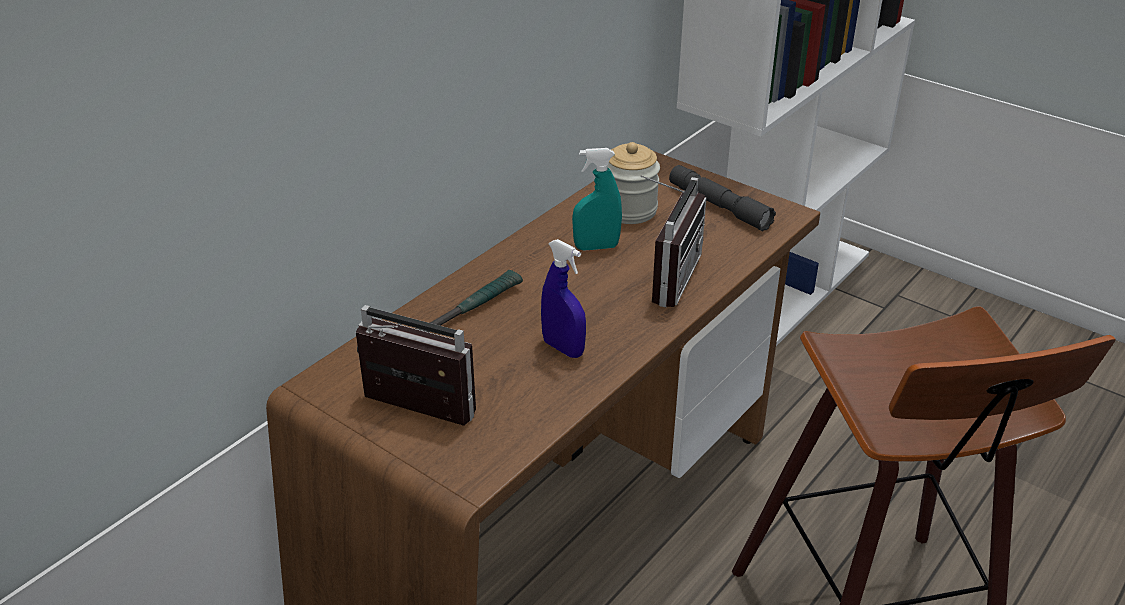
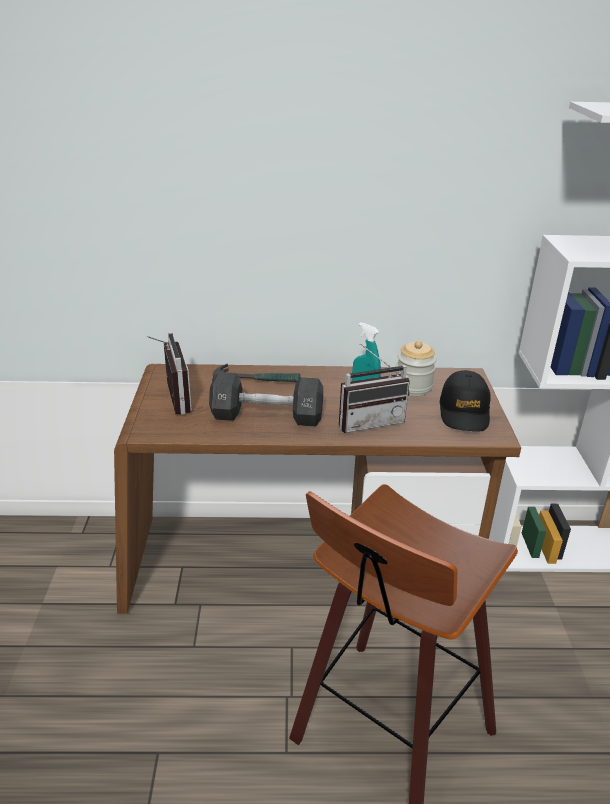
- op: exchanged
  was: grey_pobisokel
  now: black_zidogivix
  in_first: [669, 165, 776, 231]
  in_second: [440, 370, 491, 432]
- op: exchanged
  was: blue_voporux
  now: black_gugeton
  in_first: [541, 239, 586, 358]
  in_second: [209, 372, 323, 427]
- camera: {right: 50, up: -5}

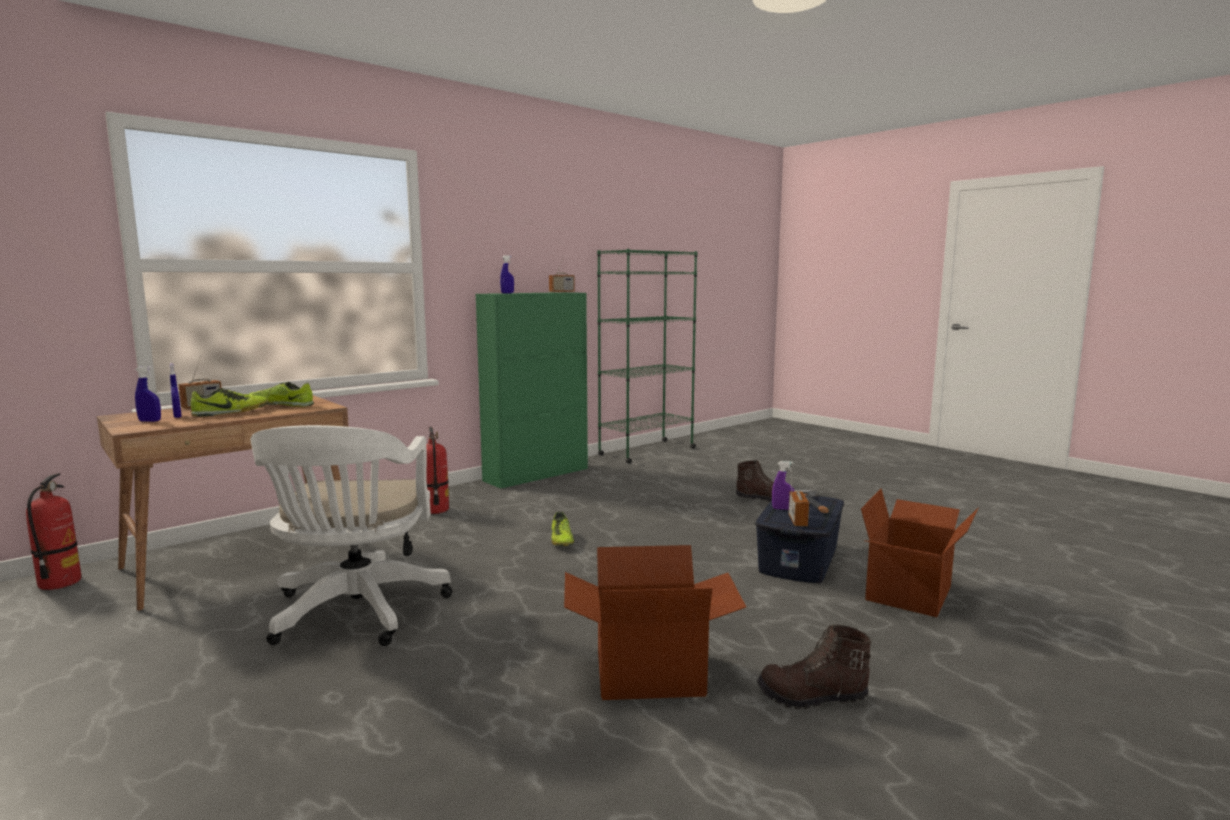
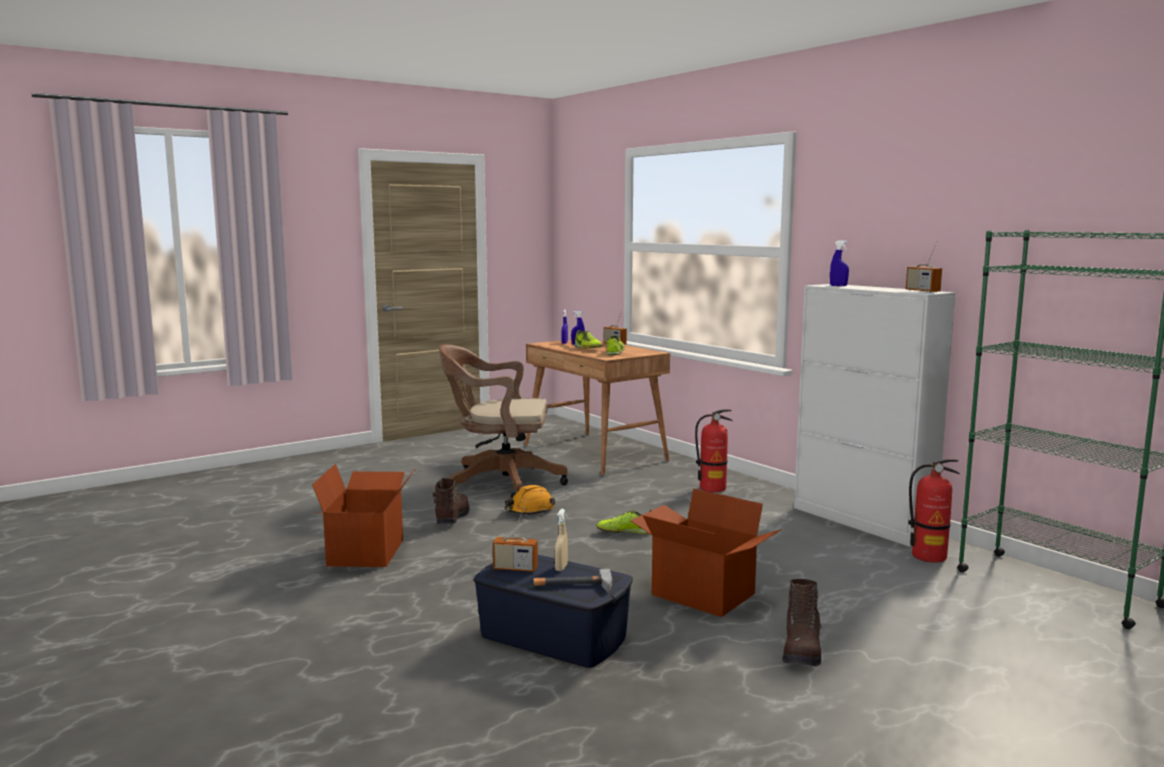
- op: colour
  was: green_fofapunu
  now: white_fofapunu
  in_first: [476, 292, 588, 489]
  in_second: [794, 284, 955, 547]
- op: colour
  was: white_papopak
  now: brown_papopak
  in_first: [250, 425, 453, 646]
  in_second: [439, 344, 568, 498]
- op: colour
  was: purple_voporux
  now: beige_voporux
  in_first: [772, 461, 794, 510]
  in_second: [555, 509, 568, 571]
- op: relocated
  was: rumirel
  in_first: [26, 473, 81, 590]
  in_second: [908, 459, 960, 563]
- op: relocated
  was: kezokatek
  in_first: [861, 488, 979, 617]
  in_second: [630, 488, 782, 617]
- op: relocated
  was: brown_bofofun
  in_first: [757, 625, 872, 709]
  in_second: [433, 478, 470, 524]
- op: appeared
  now: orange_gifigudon
  in_second: [505, 485, 556, 514]
- camera: {right: 95, up: 0}

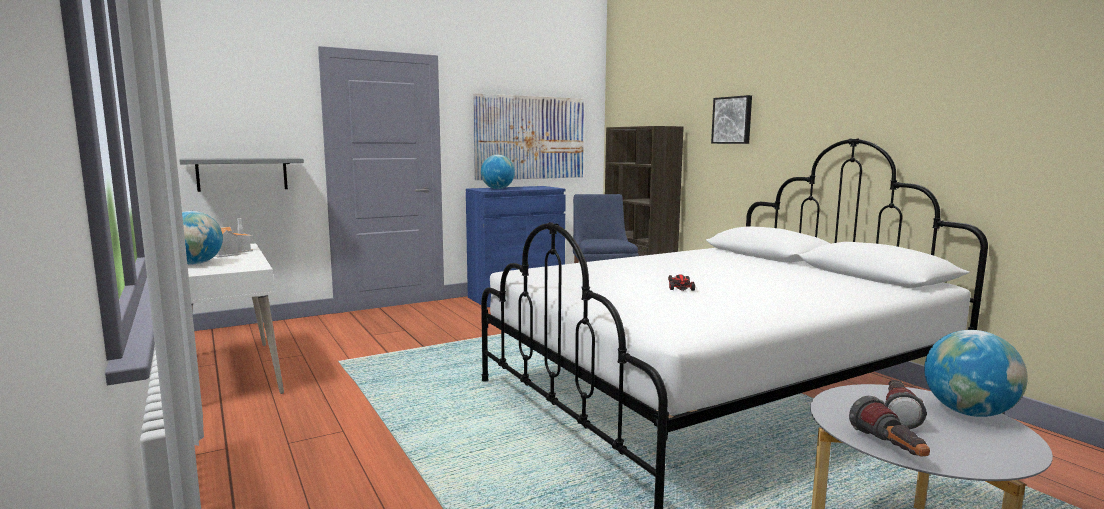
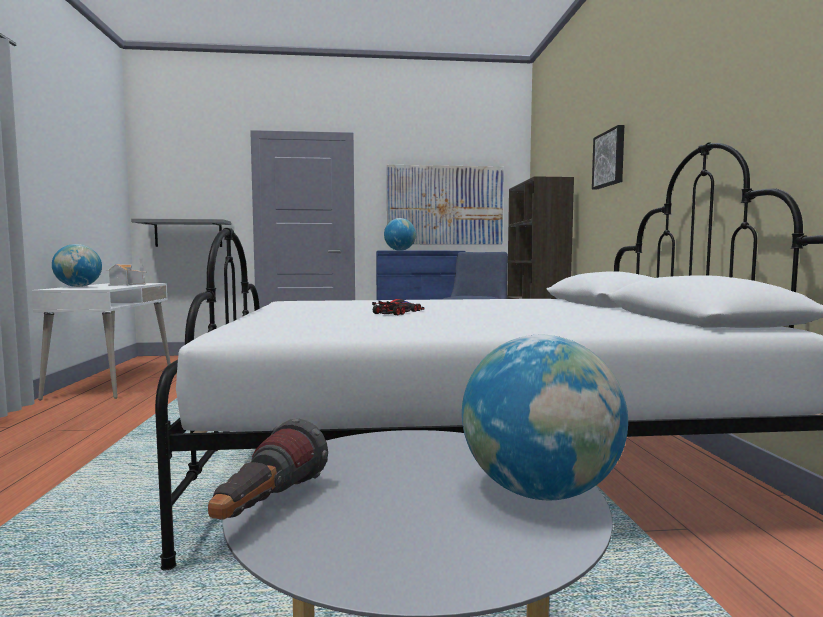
- op: missing
  was: pobisokel
  in_first: [885, 380, 927, 429]
- camera: {right: 25, up: -5}

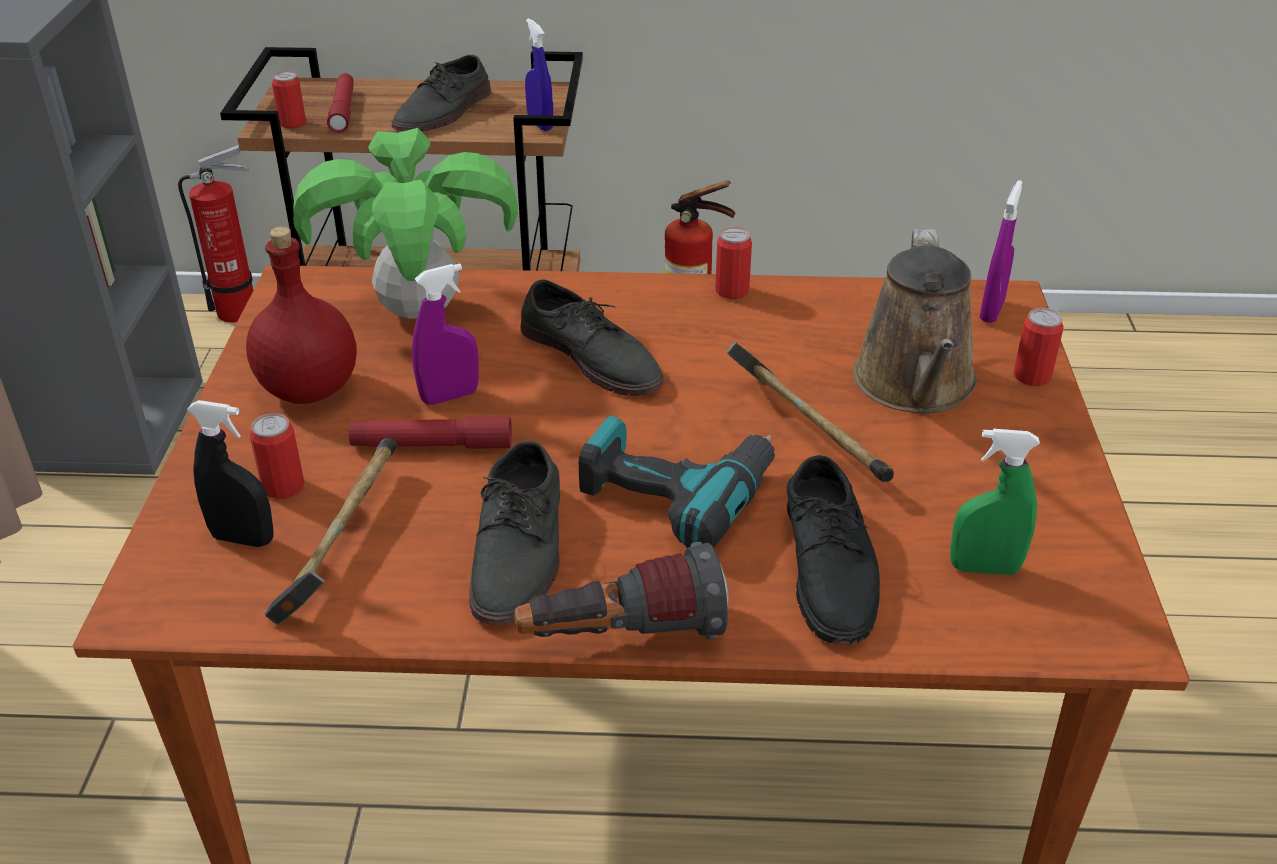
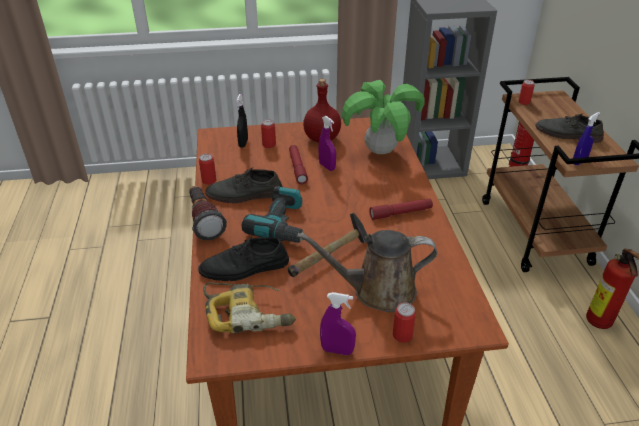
- op: relocated
  was: red_pobisokel
  in_first: [327, 73, 354, 133]
  in_second: [369, 198, 433, 220]
- op: relocated
  was: purple_voporux
  in_first: [980, 180, 1023, 323]
  in_second: [320, 292, 356, 355]
- op: relocated
  was: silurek
  in_first: [715, 227, 752, 299]
  in_second: [199, 153, 217, 185]
- op: missing
  was: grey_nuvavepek
  in_first: [521, 279, 663, 396]
- op: exchanged
  was: green_voporux
  now: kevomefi
  in_first: [950, 429, 1040, 575]
  in_second: [203, 282, 296, 333]
- op: missing
  was: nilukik
  in_first: [264, 438, 397, 625]
- camera: {right: 80, up: 0}

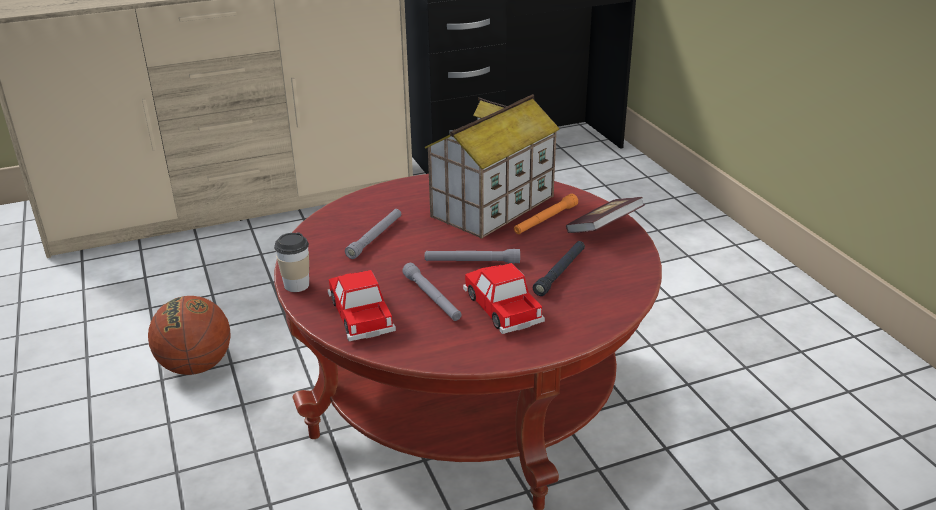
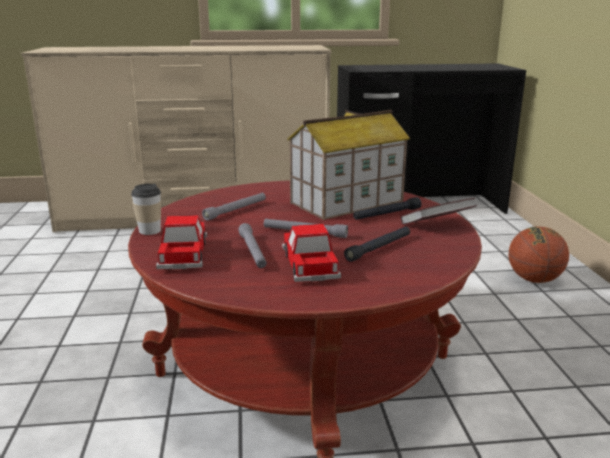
- op: colour
  was: orange_pobisokel
  now: black_pobisokel
  in_first: [514, 194, 578, 234]
  in_second: [353, 197, 421, 220]
- op: relocated
  was: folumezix
  in_first: [148, 296, 231, 375]
  in_second: [509, 226, 569, 283]
- camera: {right: 15, up: -10}

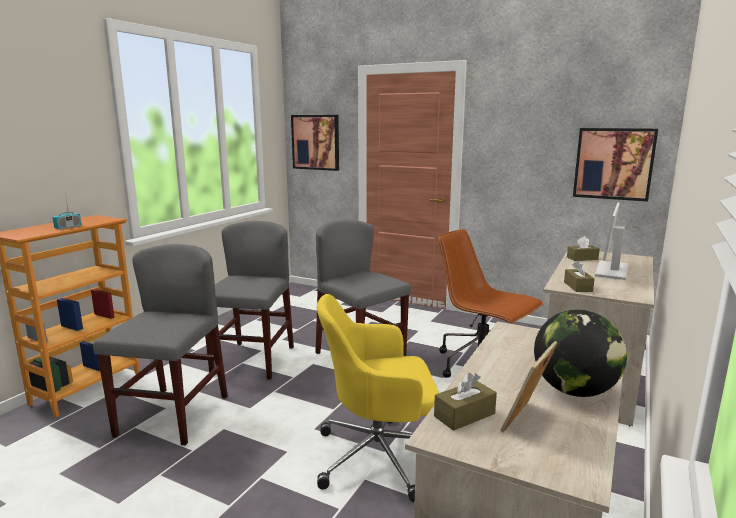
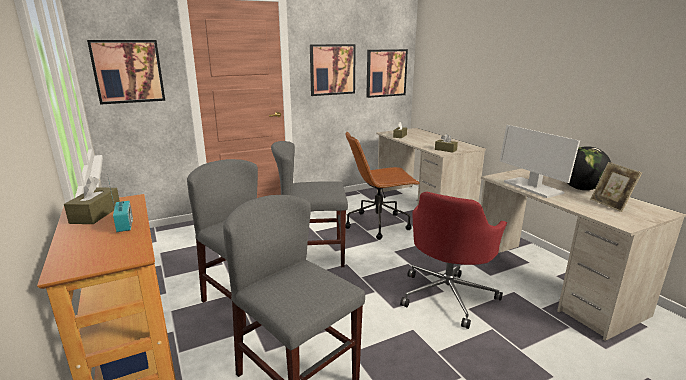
- op: relocated
  was: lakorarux
  in_first: [595, 202, 628, 280]
  in_second: [500, 125, 580, 198]
- op: colour
  was: yellow_papopak
  now: red_papopak
  in_first: [317, 294, 439, 502]
  in_second: [400, 192, 507, 329]
- op: relocated
  was: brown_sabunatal
  in_first: [434, 373, 497, 431]
  in_second: [64, 176, 120, 224]
- op: appeared
  now: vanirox
  in_second: [310, 44, 356, 96]
- camera: {right: -55, up: 5}

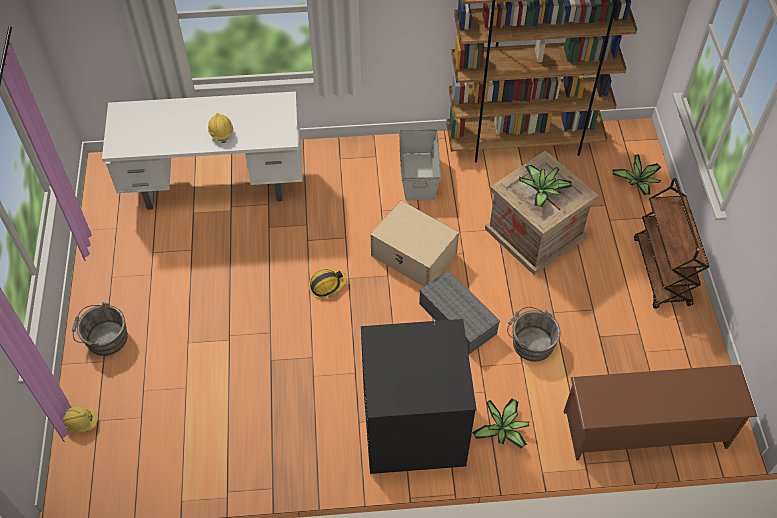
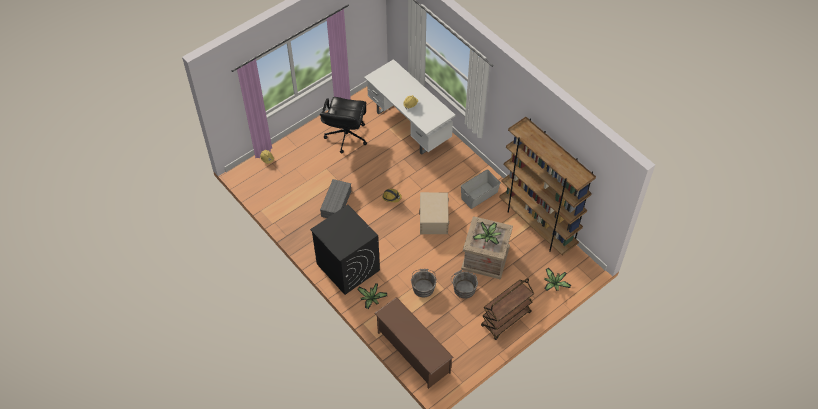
- op: relocated
  was: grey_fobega
  in_first: [419, 270, 500, 355]
  in_second: [320, 179, 351, 218]
- op: relocated
  was: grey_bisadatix
  in_first: [72, 302, 128, 356]
  in_second: [451, 269, 478, 299]
- op: appeared
  now: black_papopak
  in_second: [320, 97, 367, 154]
- camera: {right: 55, up: 0}

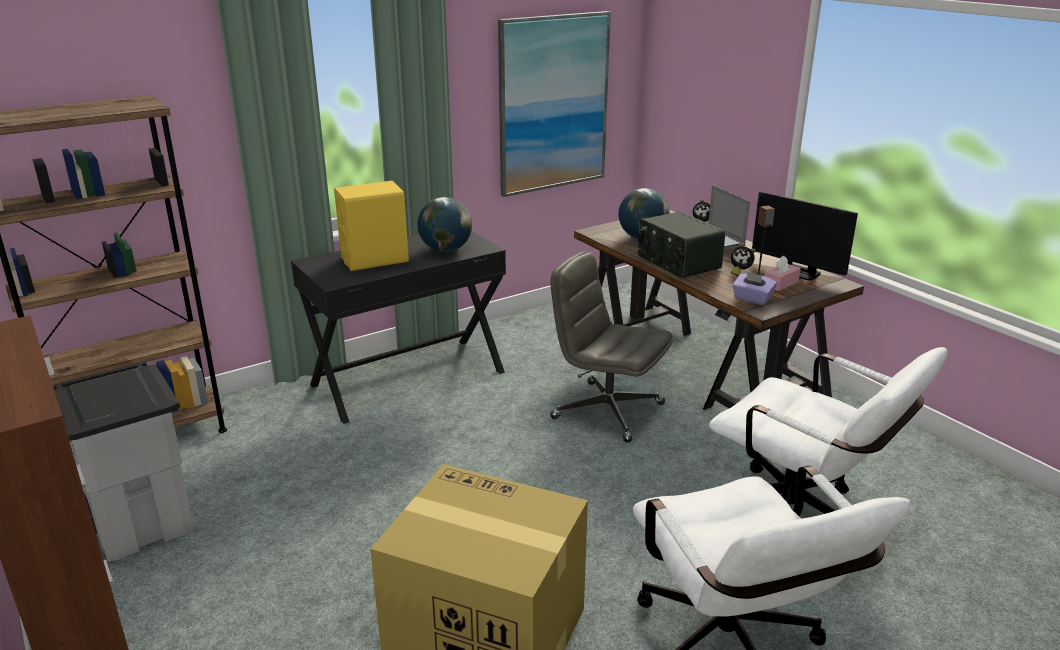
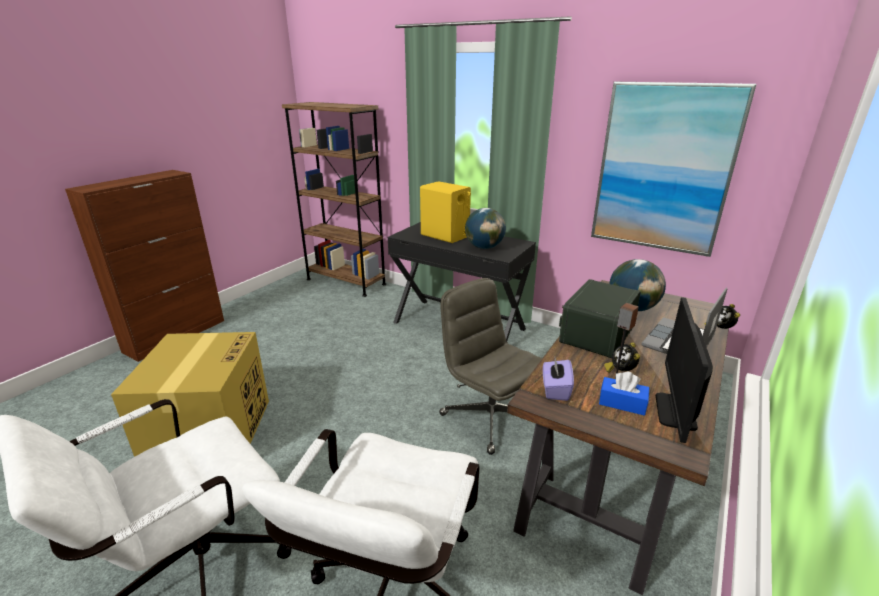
- op: spun
  was: grey_papopak
  in_first: [550, 251, 673, 442]
  in_second: [439, 278, 542, 455]
  clockwise: -45
- op: colour
  was: pink_sabunatal
  now: blue_sabunatal
  in_first: [764, 256, 801, 291]
  in_second: [599, 372, 650, 416]
- op: missing
  was: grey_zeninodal
  in_first: [53, 361, 194, 562]
- camera: {right: 65, up: 0}

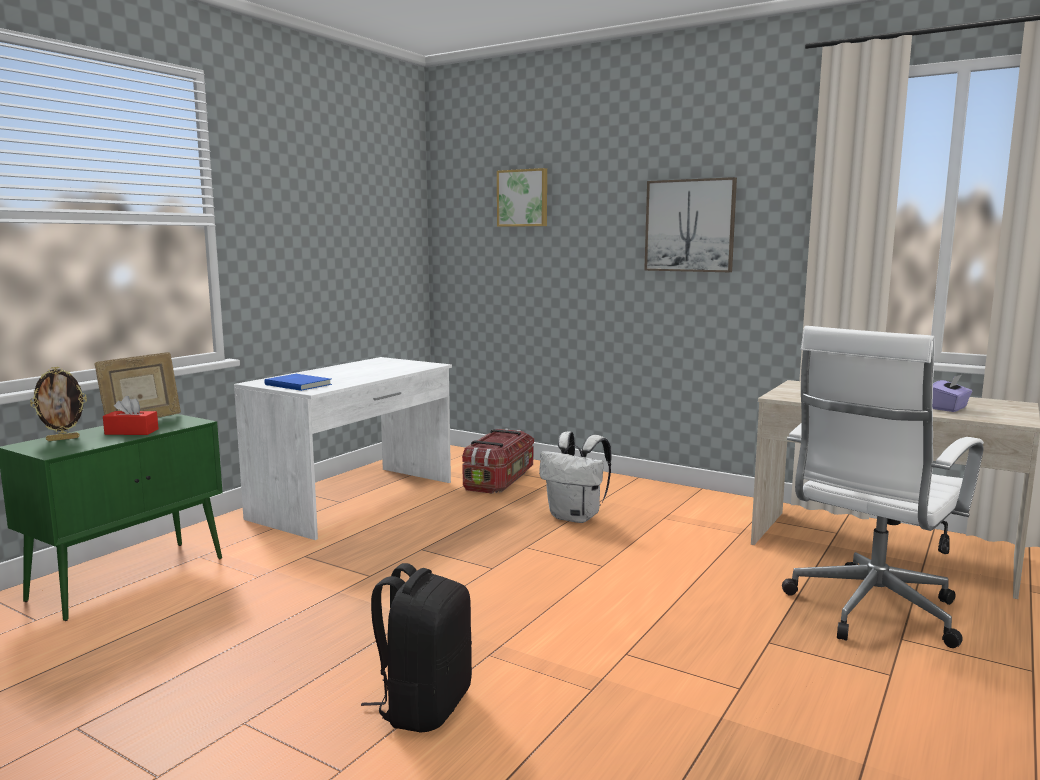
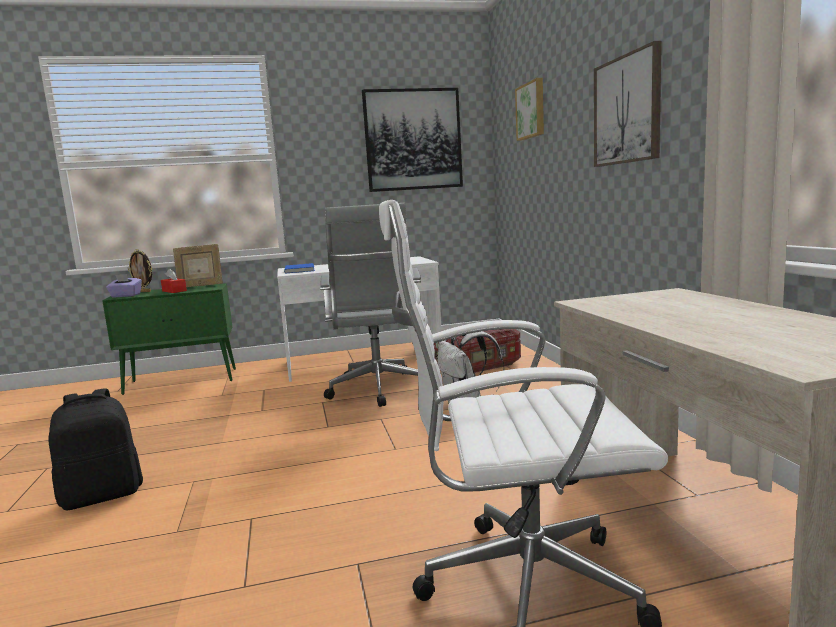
- op: relocated
  was: purple_sabunatal
  in_first: [932, 375, 972, 412]
  in_second: [106, 274, 142, 297]
- op: appeared
  now: vanirox
  in_second: [362, 88, 463, 192]
- op: appeared
  now: grey_papopak
  in_second: [320, 203, 421, 407]
- camera: {right: 45, up: 0}

